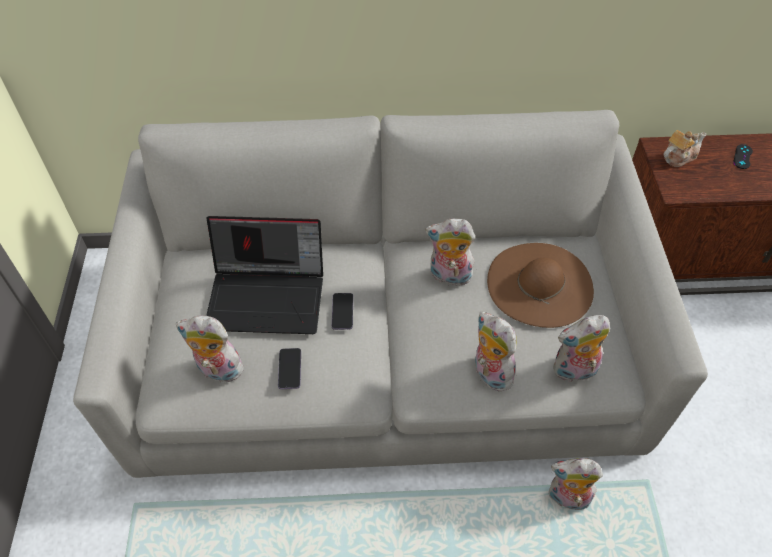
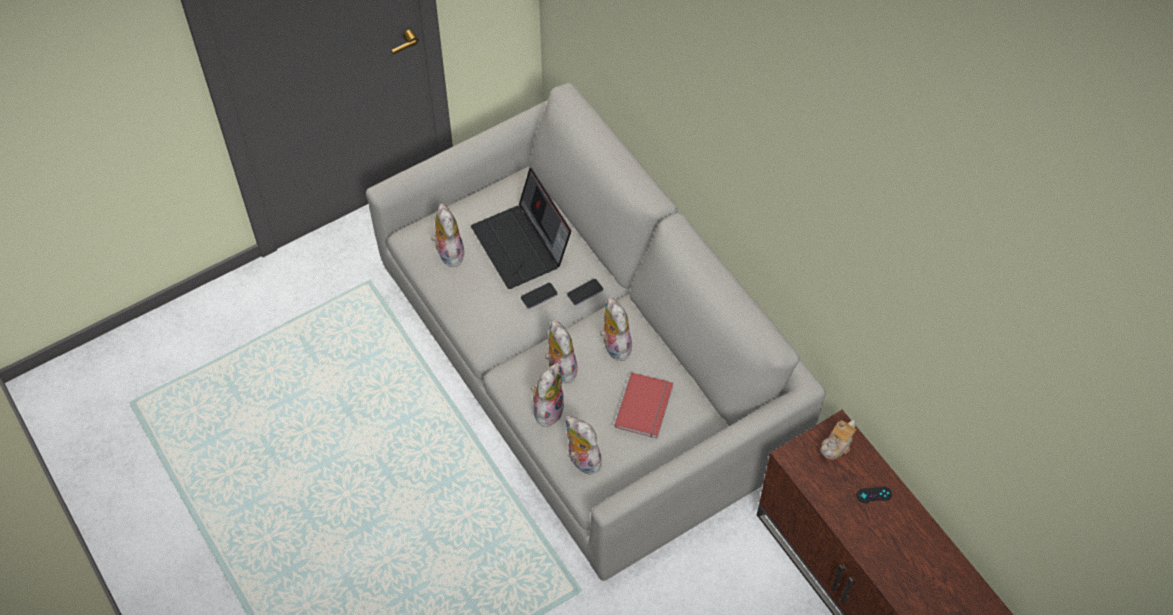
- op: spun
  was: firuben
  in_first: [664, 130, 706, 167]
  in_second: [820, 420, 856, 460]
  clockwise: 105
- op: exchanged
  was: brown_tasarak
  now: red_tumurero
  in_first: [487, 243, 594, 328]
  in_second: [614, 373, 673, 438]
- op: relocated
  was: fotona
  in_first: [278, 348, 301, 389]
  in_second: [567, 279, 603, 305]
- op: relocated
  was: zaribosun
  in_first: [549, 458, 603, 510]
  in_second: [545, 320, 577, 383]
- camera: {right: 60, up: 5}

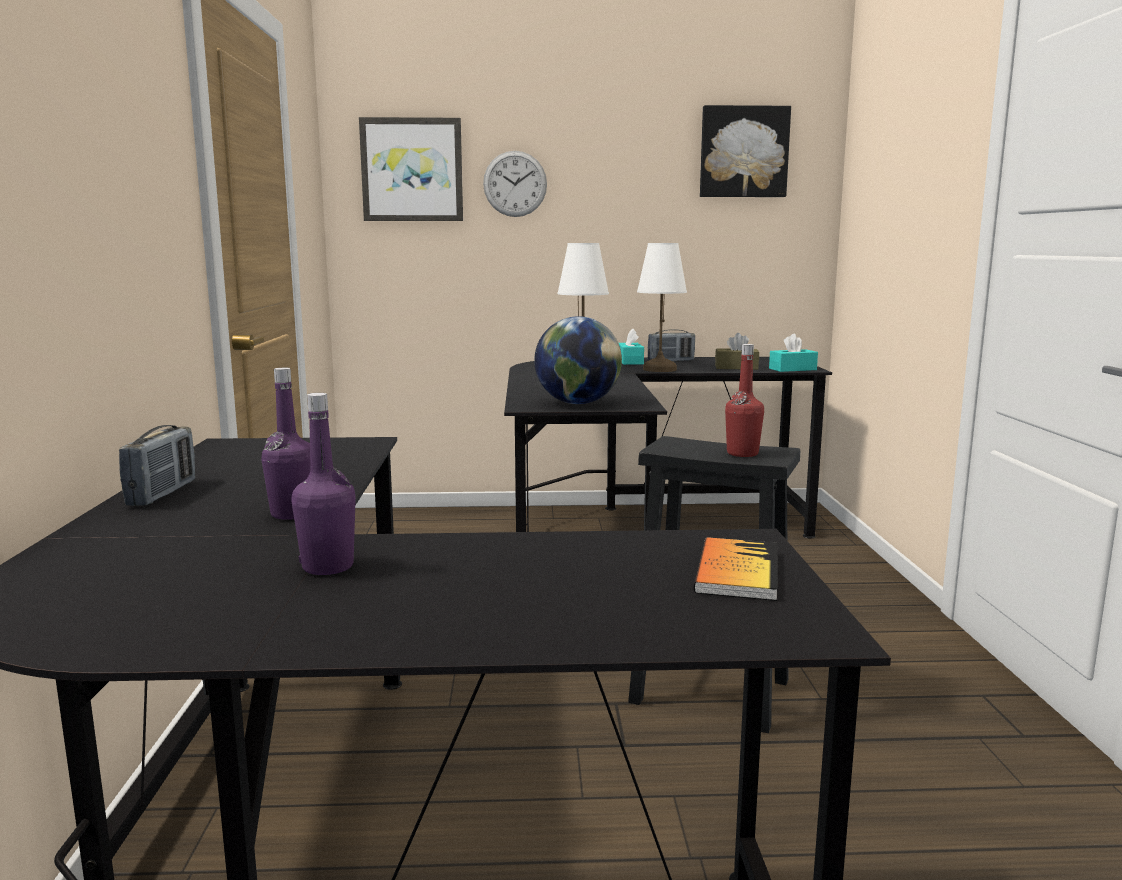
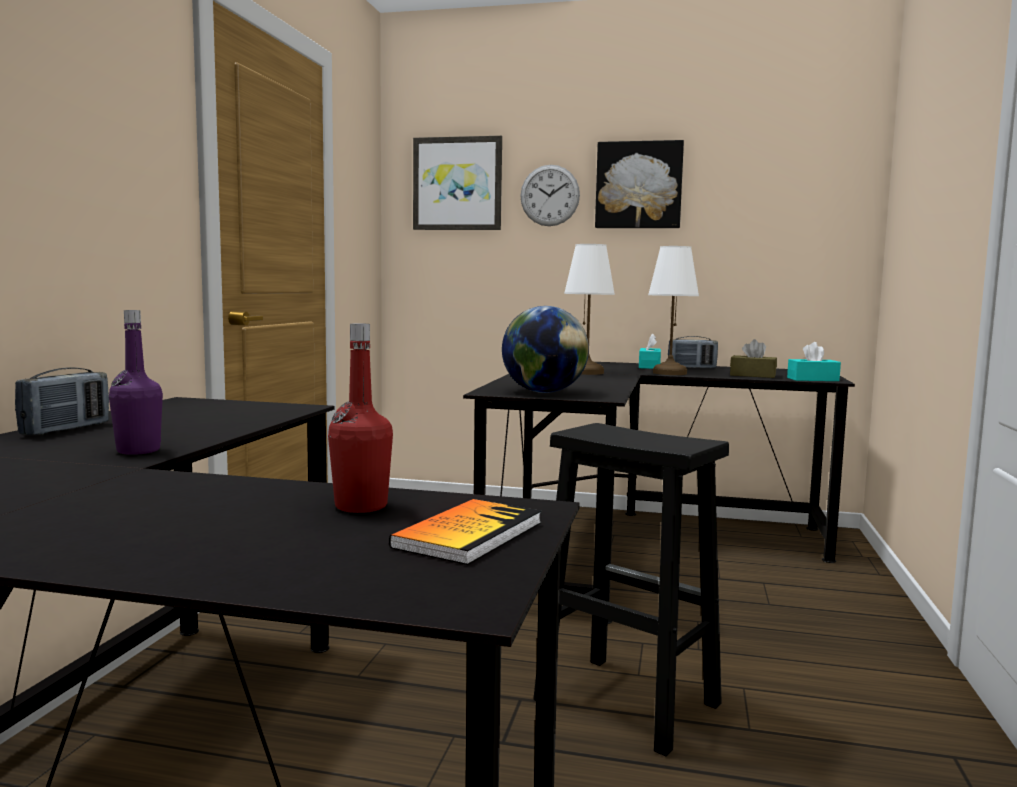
- op: relocated
  was: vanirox
  in_first: [700, 105, 791, 197]
  in_second: [595, 140, 684, 228]
- op: relocated
  was: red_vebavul
  in_first: [725, 344, 764, 457]
  in_second: [328, 323, 393, 513]
- op: missing
  was: purple_vebavul
  in_first: [292, 393, 356, 575]
- camera: {right: 15, up: -5}

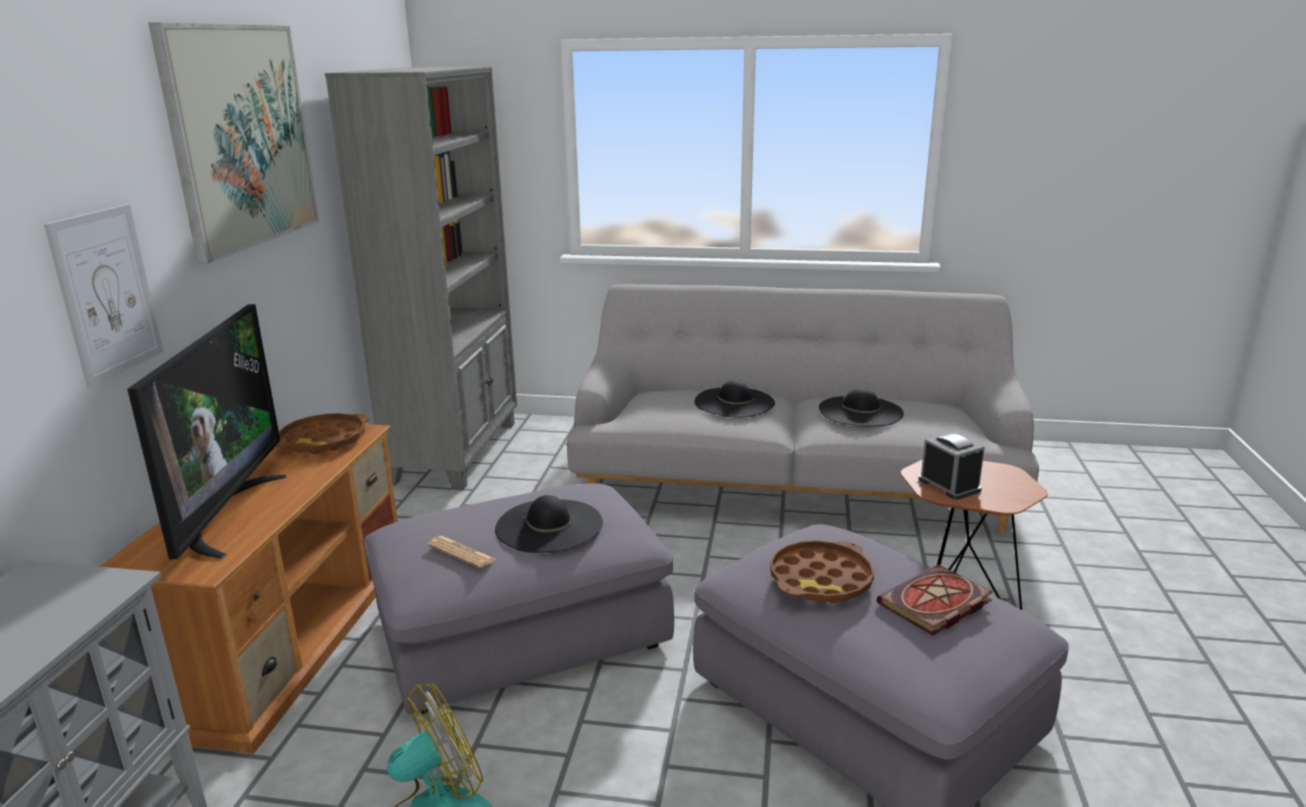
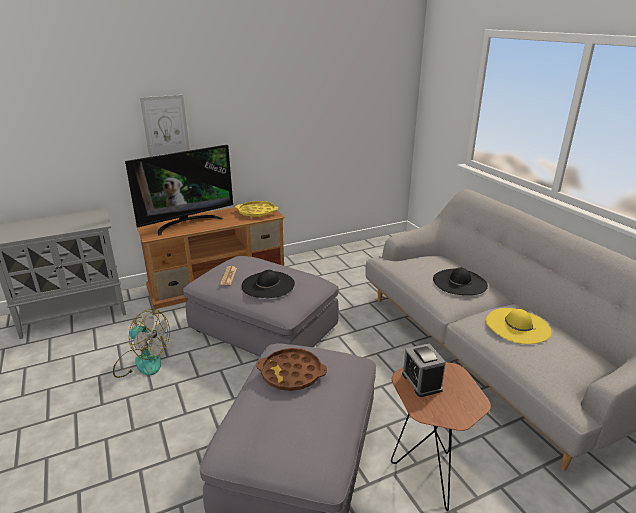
- op: missing
  was: vanirox
  in_first: [149, 23, 319, 263]
- op: missing
  was: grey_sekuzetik
  in_first: [325, 66, 517, 490]
- op: colour
  was: black_tasarak
  now: yellow_tasarak
  in_first: [819, 388, 904, 426]
  in_second: [486, 308, 552, 344]
- op: colour
  was: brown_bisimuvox
  now: yellow_bisimuvox
  in_first: [276, 413, 369, 454]
  in_second: [236, 201, 278, 218]
- op: spun
  was: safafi
  in_first: [918, 432, 985, 500]
  in_second: [402, 343, 446, 397]
  clockwise: 135
- op: missing
  was: tumurero
  in_first: [877, 565, 993, 635]
- camera: {right: 55, up: 5}

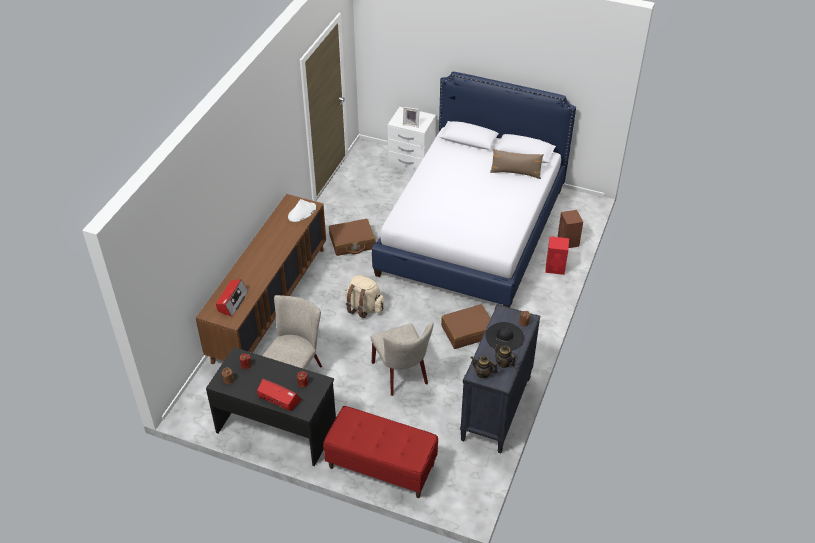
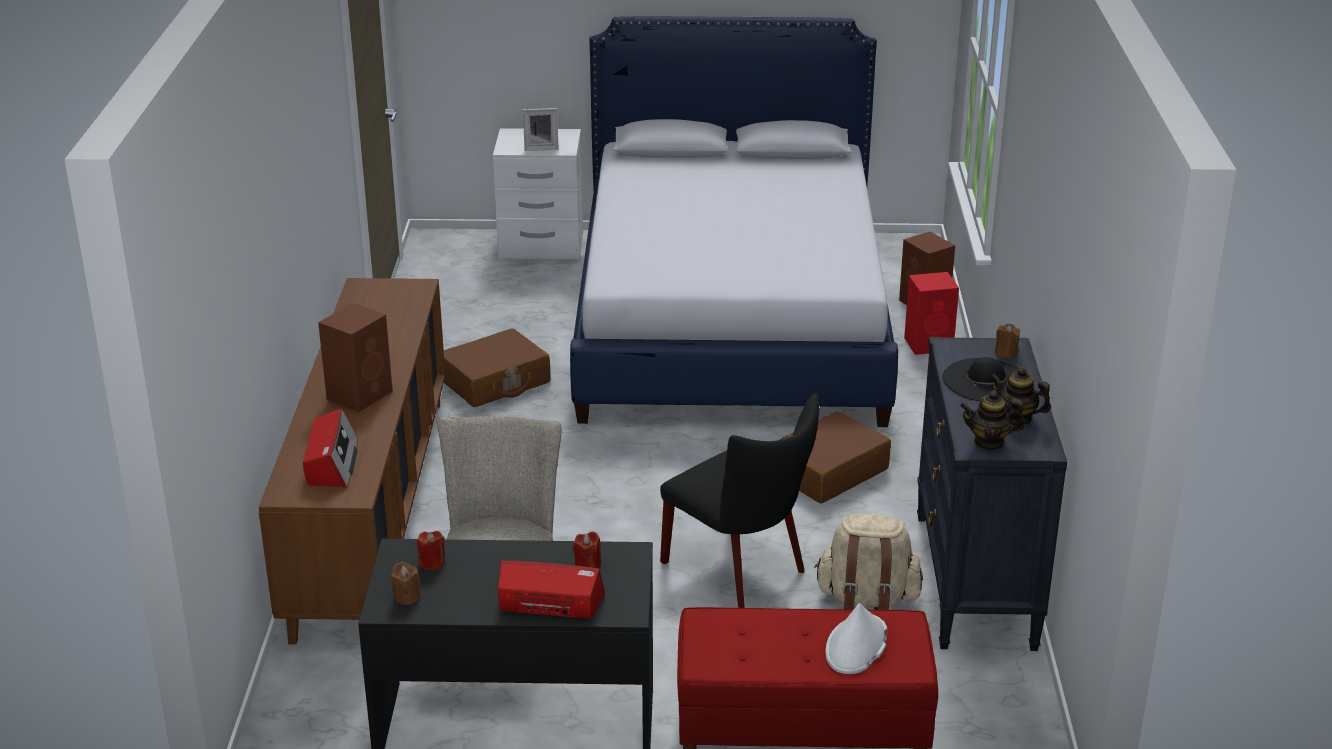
- op: missing
  was: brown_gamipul
  in_first: [490, 149, 544, 179]
- op: relocated
  was: white_tasarak
  in_first: [288, 199, 316, 222]
  in_second: [825, 603, 887, 674]
- op: relocated
  was: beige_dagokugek
  in_first: [345, 275, 385, 318]
  in_second: [814, 514, 923, 610]
- op: colour
  was: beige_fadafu
  now: black_fadafu
  in_first: [371, 322, 434, 396]
  in_second: [660, 393, 819, 608]
- op: appeared
  now: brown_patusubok
  in_second: [318, 303, 393, 412]
- camera: {right: -20, up: -15}

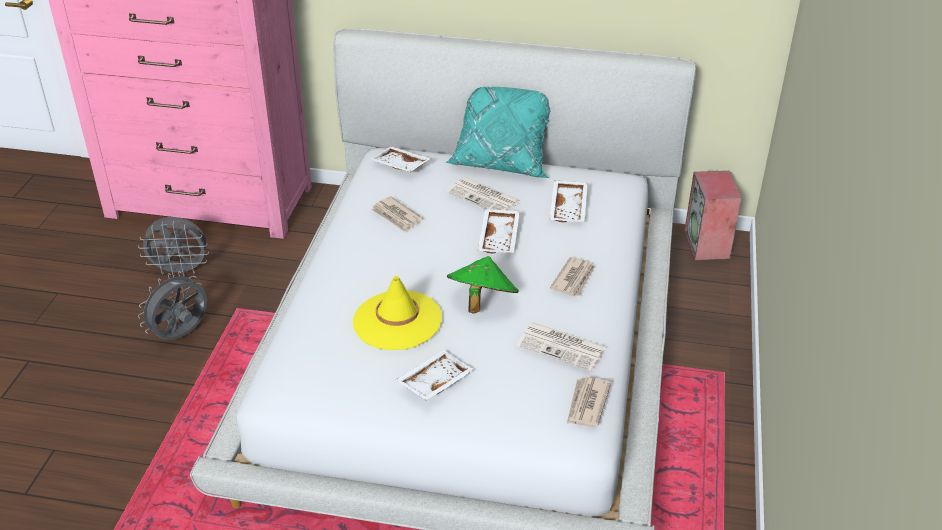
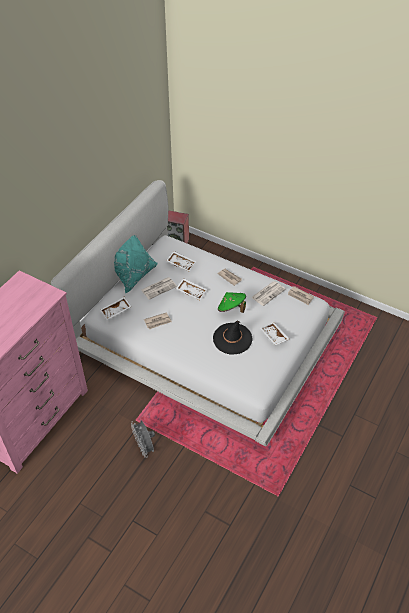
- op: missing
  was: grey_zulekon
  in_first: [138, 217, 209, 277]
- op: colour
  was: yellow_tasarak
  now: black_tasarak
  in_first: [353, 276, 442, 350]
  in_second: [213, 321, 252, 354]
- camera: {right: -70, up: 10}

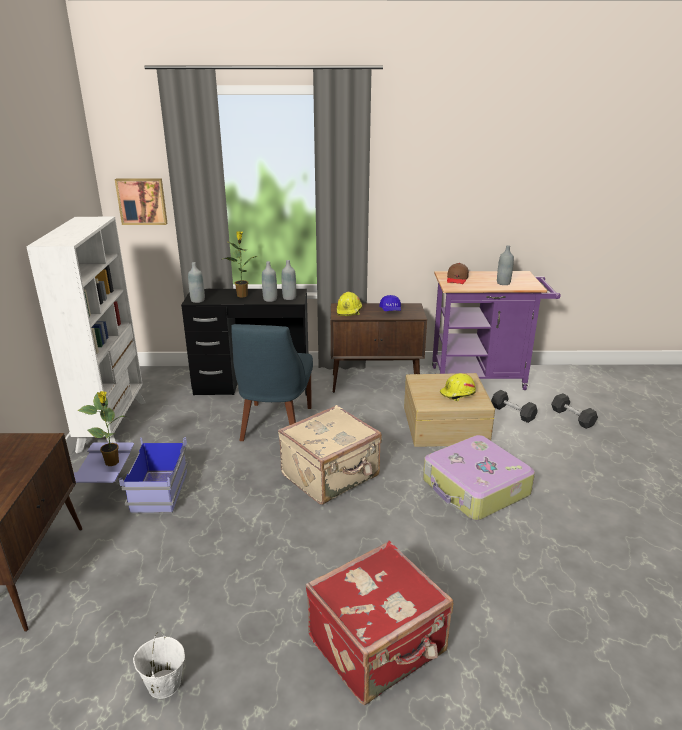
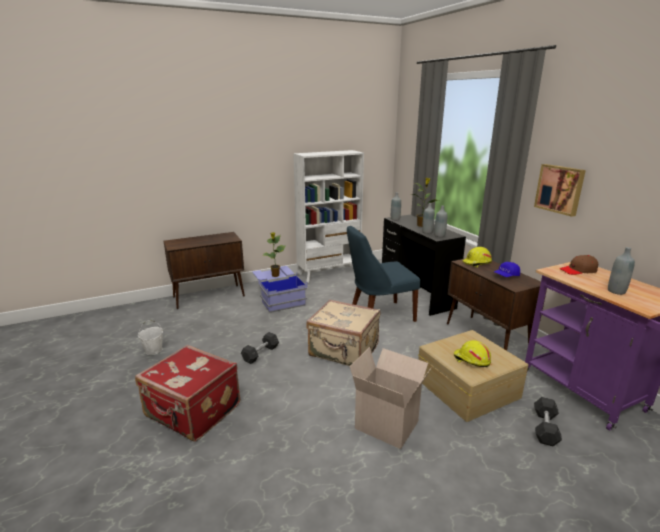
- op: relocated
  was: vanirox
  in_first: [115, 178, 168, 225]
  in_second: [534, 164, 586, 217]
- op: relocated
  was: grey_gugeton
  in_first: [551, 393, 598, 429]
  in_second: [241, 332, 279, 364]
- op: exchanged
  was: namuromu
  now: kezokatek
  in_first: [423, 435, 535, 520]
  in_second: [350, 347, 431, 449]
- camera: {right: 65, up: -5}

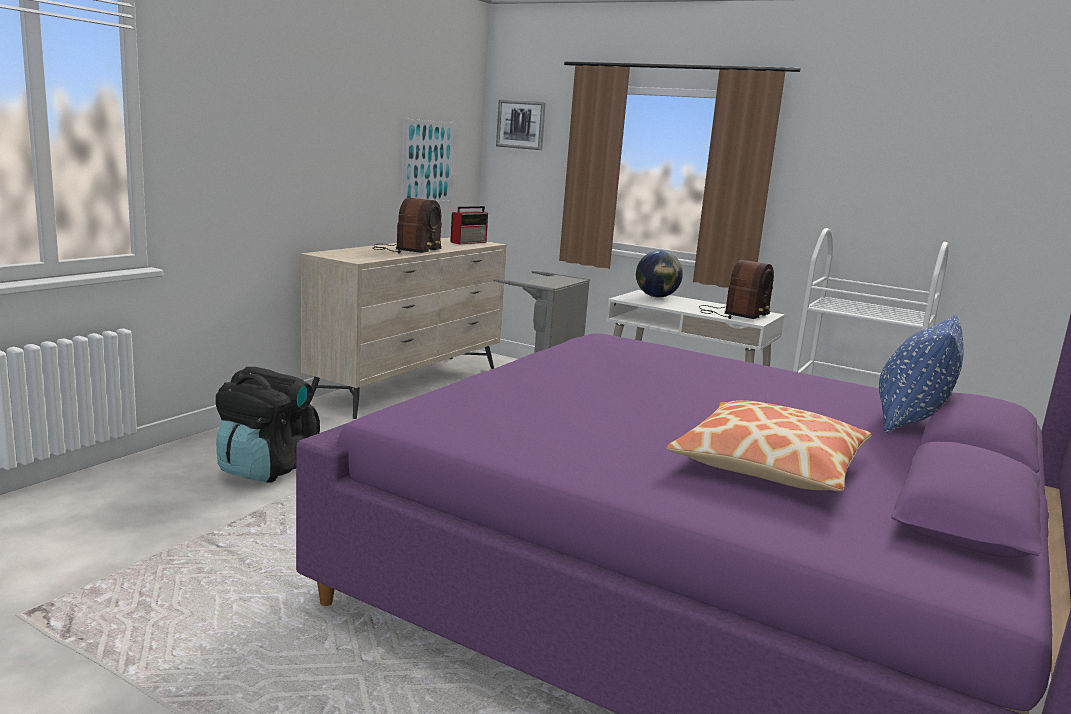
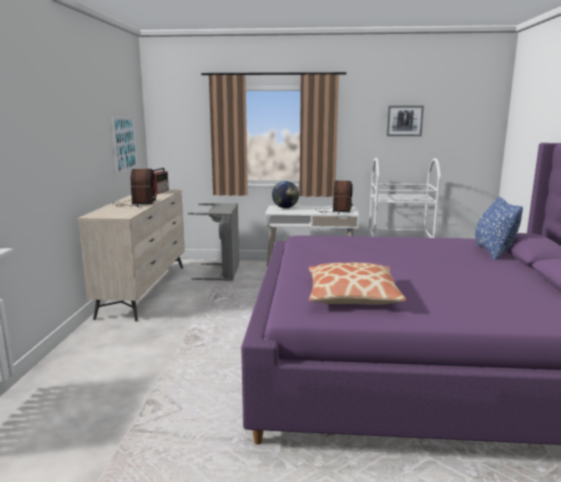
- op: relocated
  was: vanirox
  in_first: [496, 100, 546, 150]
  in_second: [387, 105, 424, 136]
- op: missing
  was: black_dagokugek
  in_first: [216, 367, 320, 482]
- op: relocated
  was: gamipul
  in_first: [667, 400, 872, 491]
  in_second: [309, 263, 406, 305]
- camera: {right: -25, up: 0}

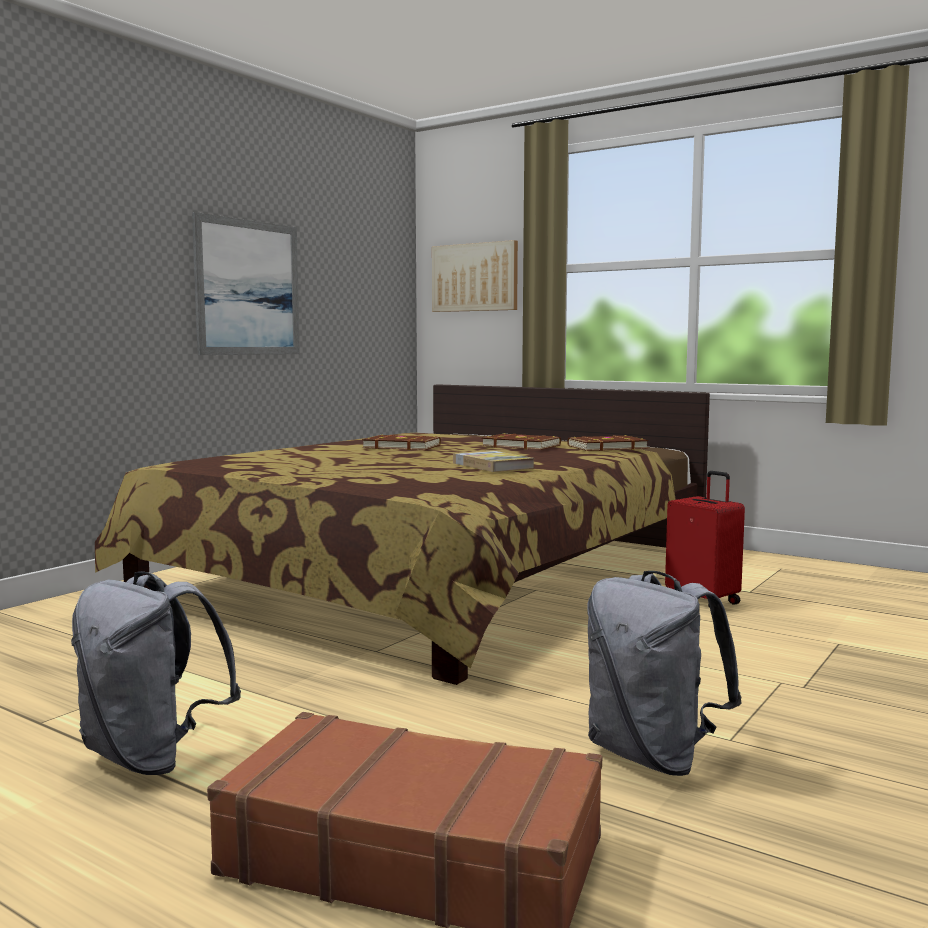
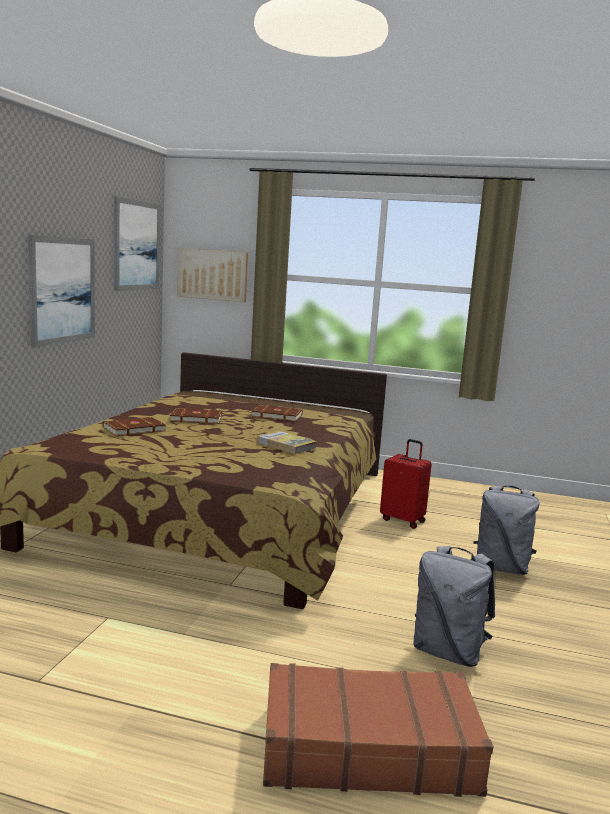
- op: relocated
  was: brown_tumurero
  in_first: [568, 435, 648, 451]
  in_second: [103, 417, 166, 436]
- op: relocated
  was: grey_dagokugek
  in_first: [71, 571, 241, 775]
  in_second: [473, 486, 539, 575]
- op: appeared
  now: vanirox
  in_second: [114, 196, 161, 291]
- camera: {right: -20, up: 5}

